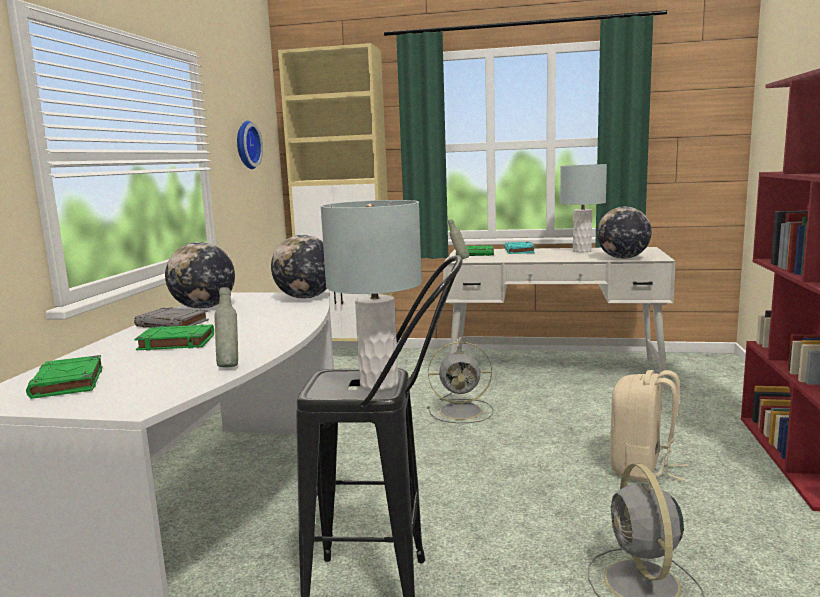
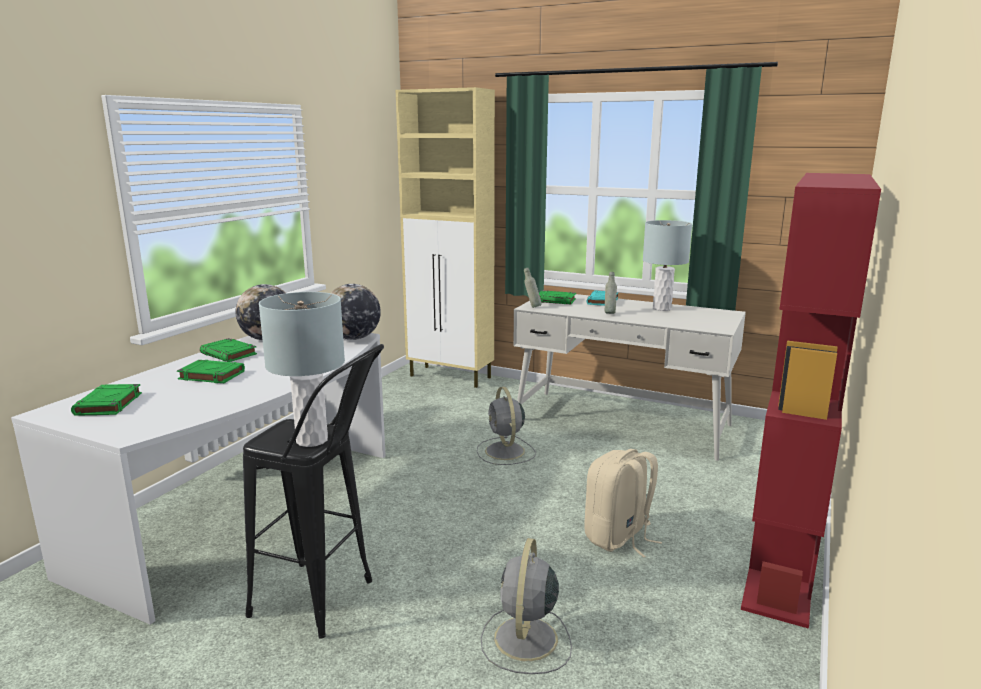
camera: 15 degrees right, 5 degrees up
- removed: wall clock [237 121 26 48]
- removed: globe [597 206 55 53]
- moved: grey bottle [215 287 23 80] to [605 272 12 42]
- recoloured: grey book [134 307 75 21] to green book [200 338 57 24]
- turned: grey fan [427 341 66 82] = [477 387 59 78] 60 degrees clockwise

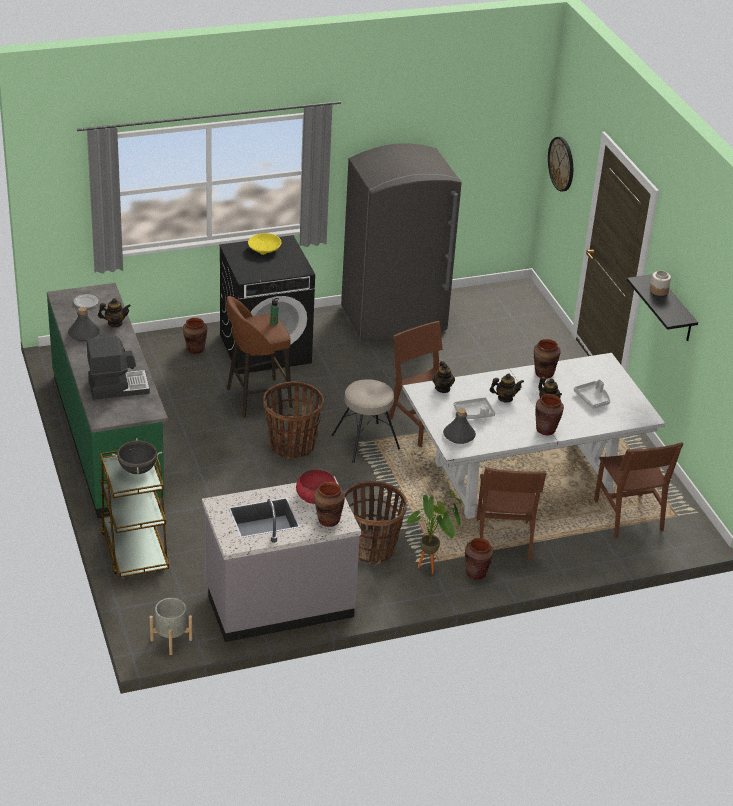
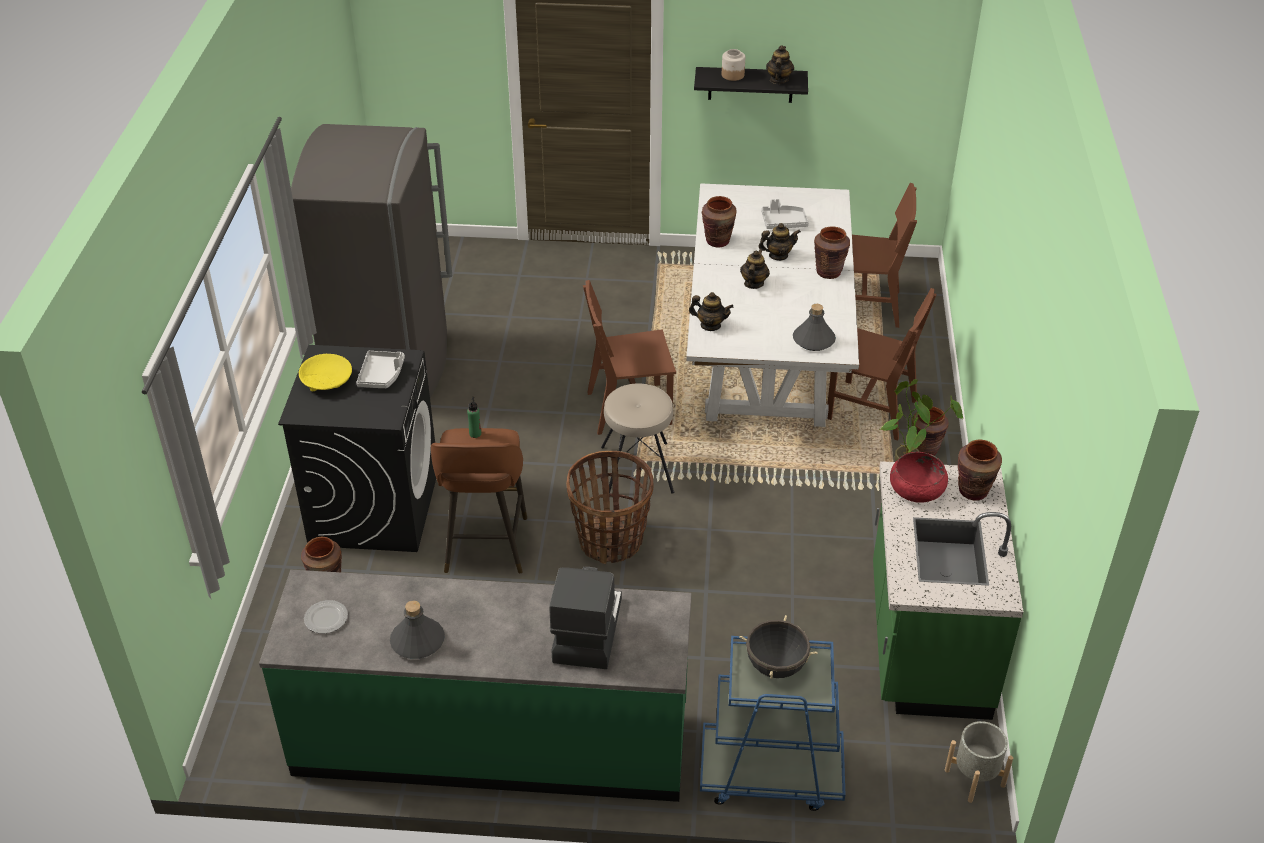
camera: 65 degrees left, 5 degrees up
- removed: basket [345 481 62 83]
- removed: wall clock [548 137 25 55]
- moved: teapot [98 298 33 29] to [766 45 28 39]
- moved: grey tray [454 397 41 22] to [356 351 49 37]
- recoloured: brown cart [100 450 70 128] to blue cart [700 636 146 175]
- recoloured: grey counter [202 476 159 166] to green counter [873 461 150 259]

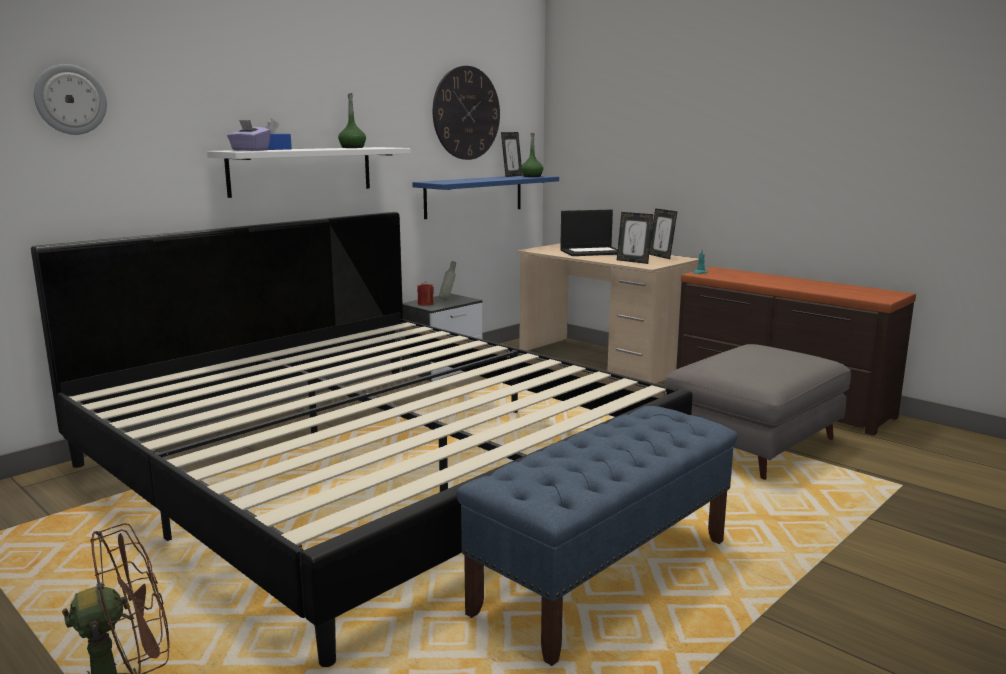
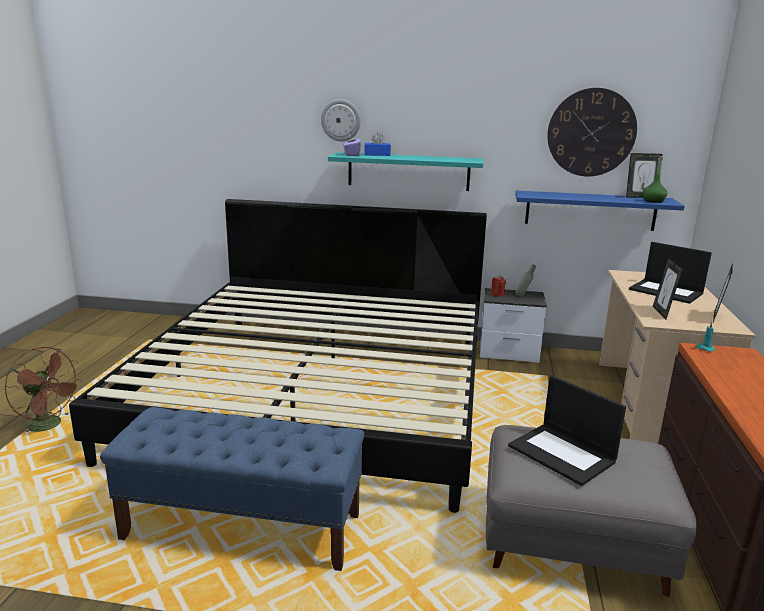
camera: 55 degrees right, 5 degrees up
- removed: green bottle [338 93 28 55]
- added: laptop [508 375 118 111]
- moved: wall clock [34 64 73 71] to [321 99 40 43]
- recoloured: white shelf [207 147 204 51] to turquoise shelf [328 152 156 39]

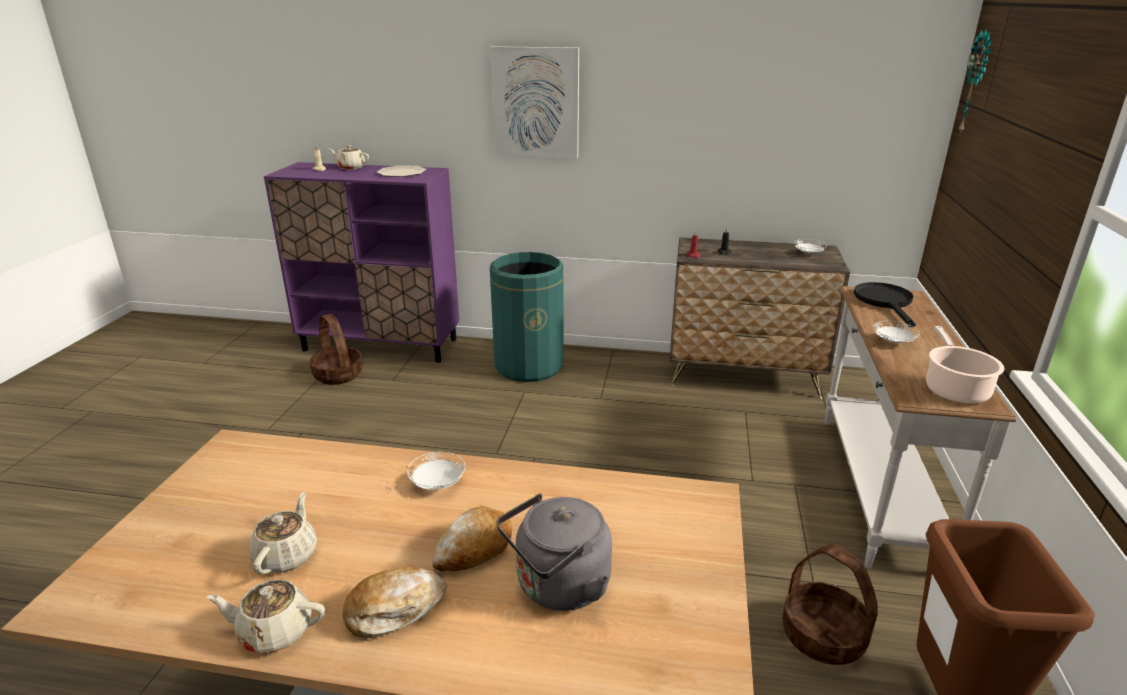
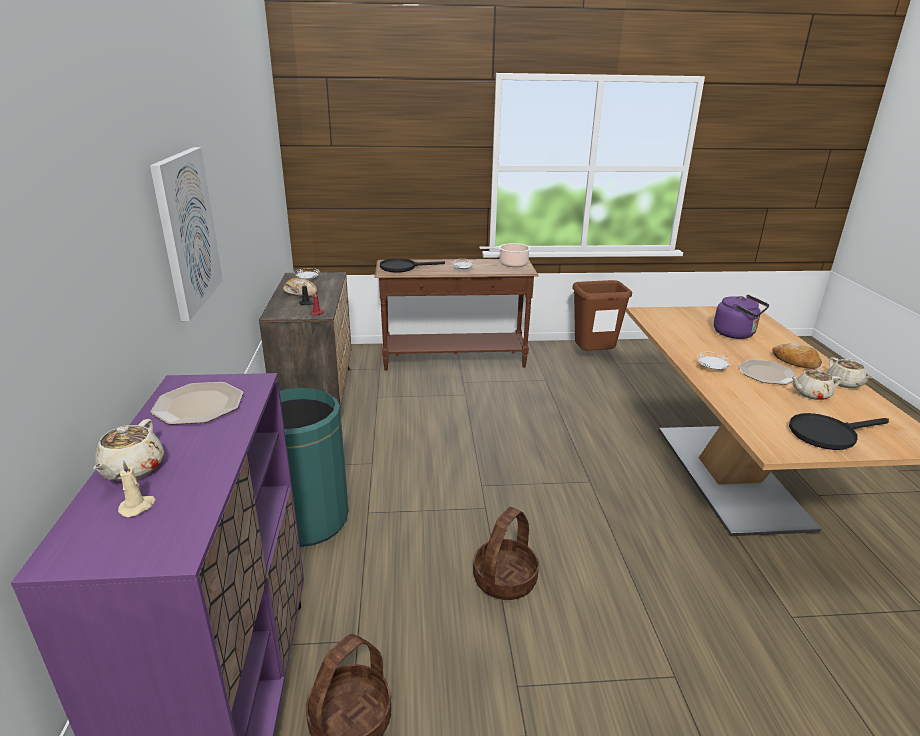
camera: 105 degrees left, 0 degrees up
- removed: wall clock [958 29 33 105]
- added: plate [738 360 60 25]
- added: black frying pan [789 413 100 37]
- moved: bread [432 505 80 67] to [283 278 34 19]
- moved: basket [782 544 96 121] to [473 507 66 93]
- recoloured: grey kettle [496 493 116 118] to purple kettle [714 294 55 45]
- recoloured: white console table [824 286 192 283] to brown console table [375 259 164 112]

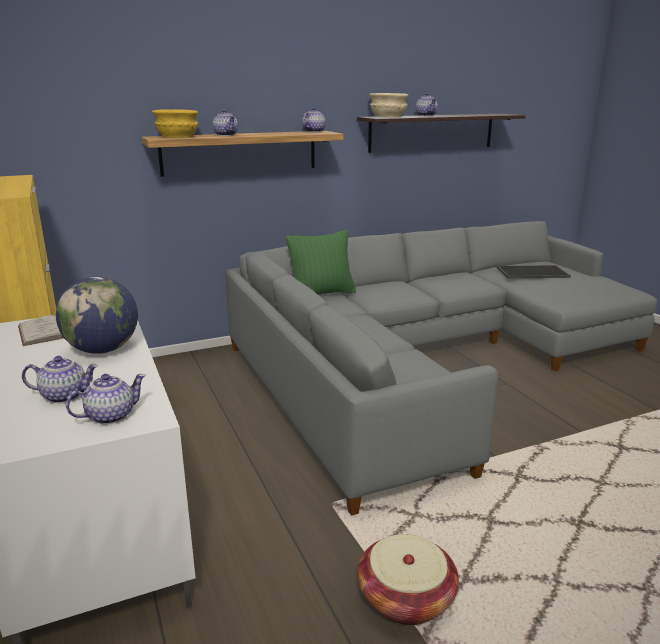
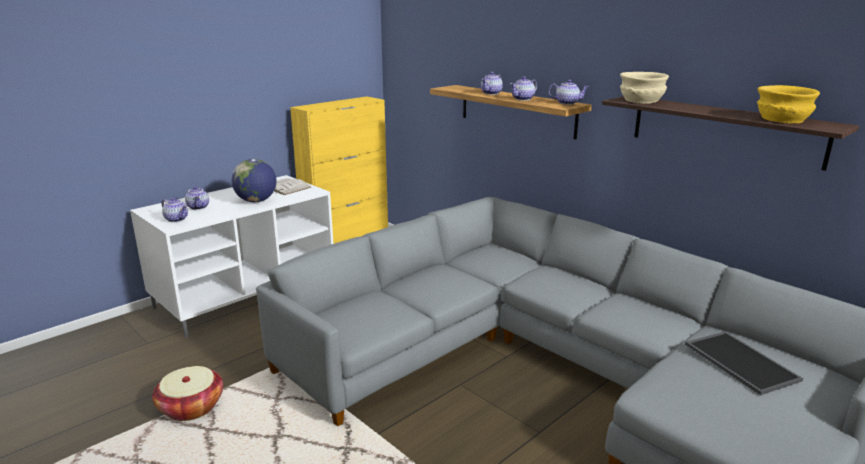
camera: 70 degrees right, 0 degrees up
- removed: green pillow [286 230 70 65]
- moved: yellow bowl [152 109 46 29] to [757 85 63 39]
- moved: teapot [416 93 22 23] to [510 76 27 25]

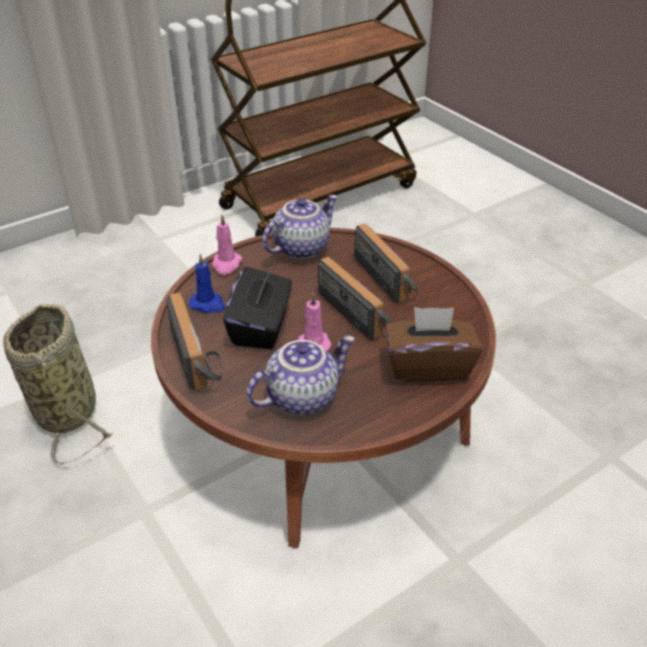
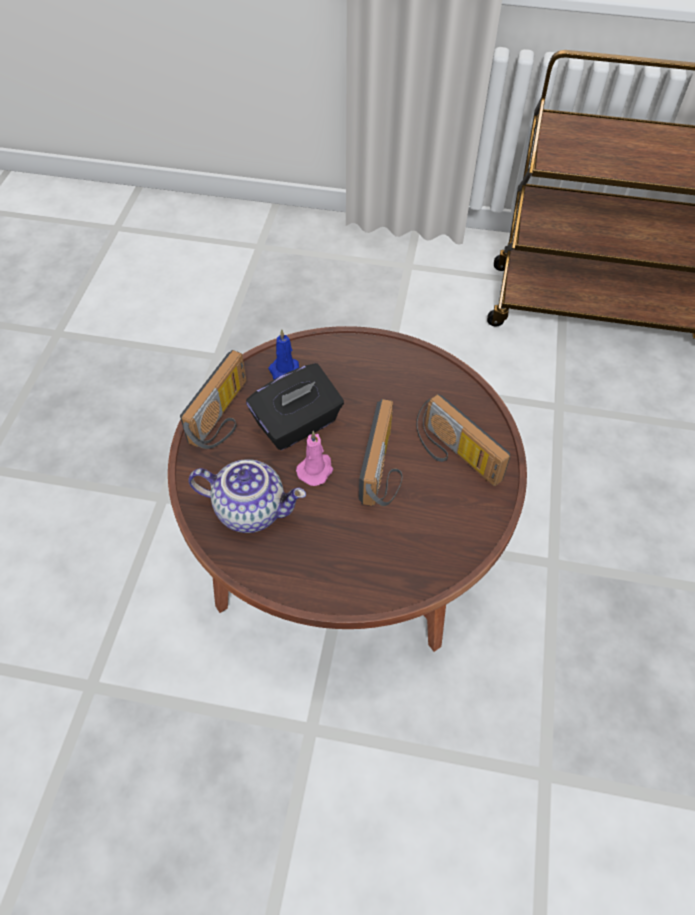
camera: 45 degrees right, 15 degrees up
- removed: basket [3 304 110 161]
- removed: pink candle [212 215 31 60]
- removed: teapot [262 195 76 64]
- removed: brown tissue box [385 307 98 75]
- turned: radio [354 224 64 80] = [416 394 95 92] 120 degrees clockwise

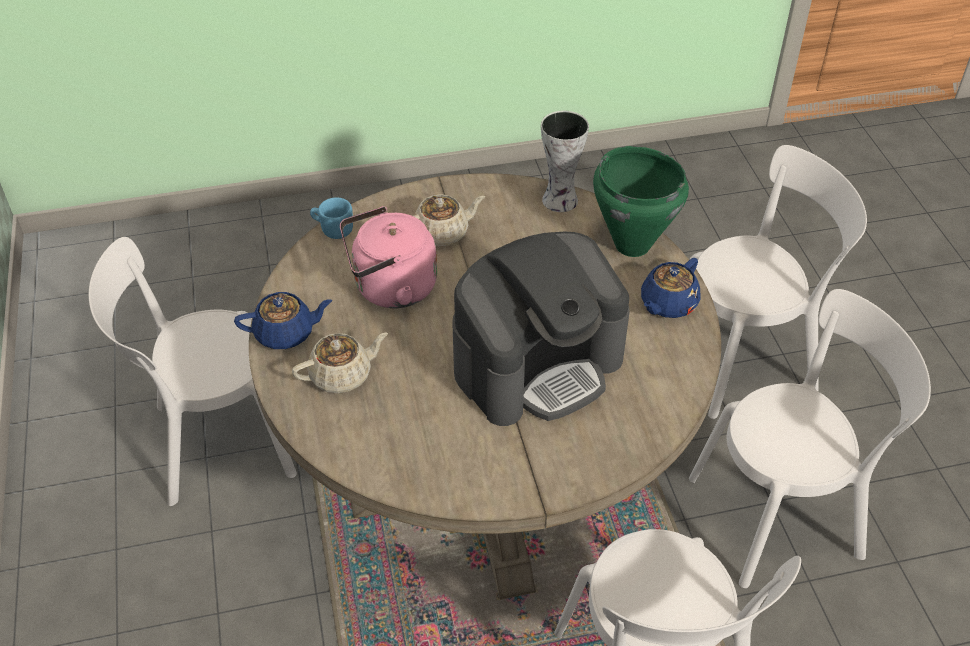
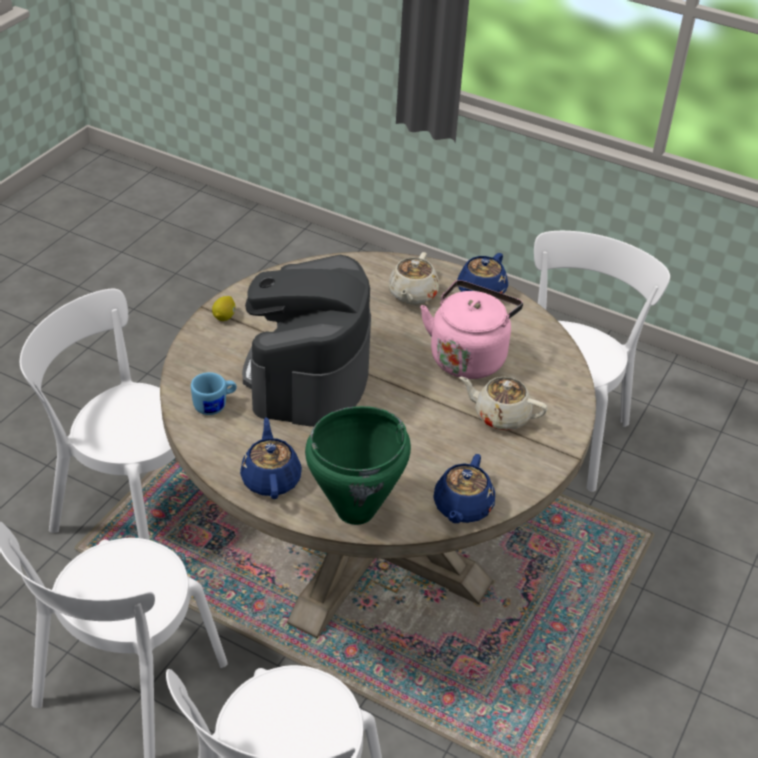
camera: 130 degrees right, 5 degrees down
- added: lemon [212 296 23 25]
- moved: blue mug [310 197 43 42] to [191 372 46 43]
- replaced: vase [541 111 48 101] to blue teapot [433 454 62 69]
- turned: beige teapot [413 194 72 53] = [459 377 88 53] 90 degrees clockwise

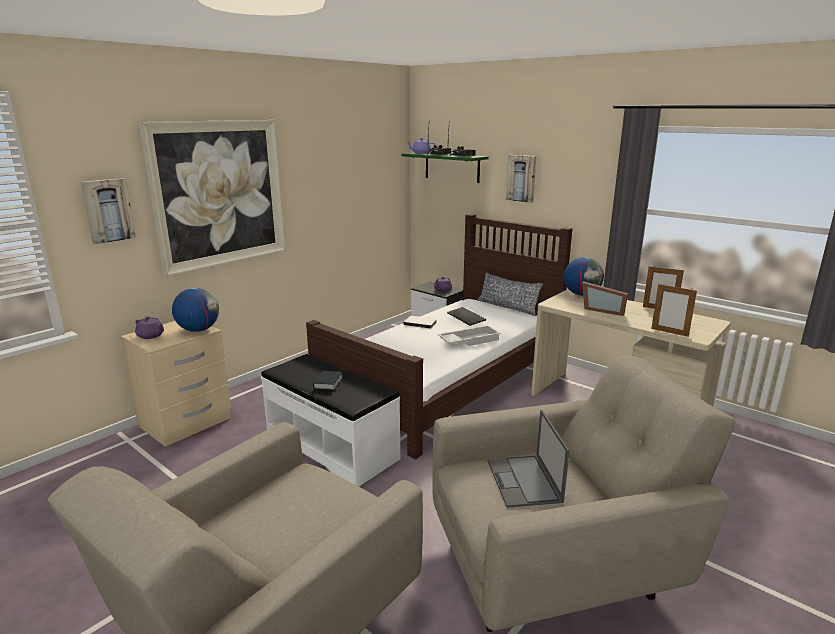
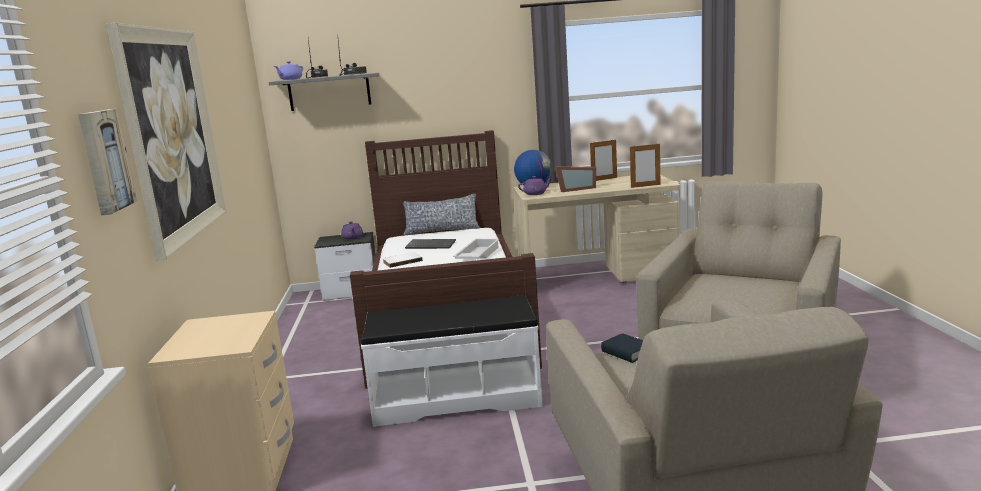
camera: 45 degrees left, 5 degrees down
- removed: globe [172 288 47 44]
- removed: laptop [487 410 83 98]
- removed: picture [506 155 30 48]
- moved: purple teapot [135 316 29 23] to [518 176 34 19]
- moved: book [313 371 30 19] to [601 333 42 30]
- recoloured: green shelf [402 153 87 30] to grey shelf [268 73 112 38]

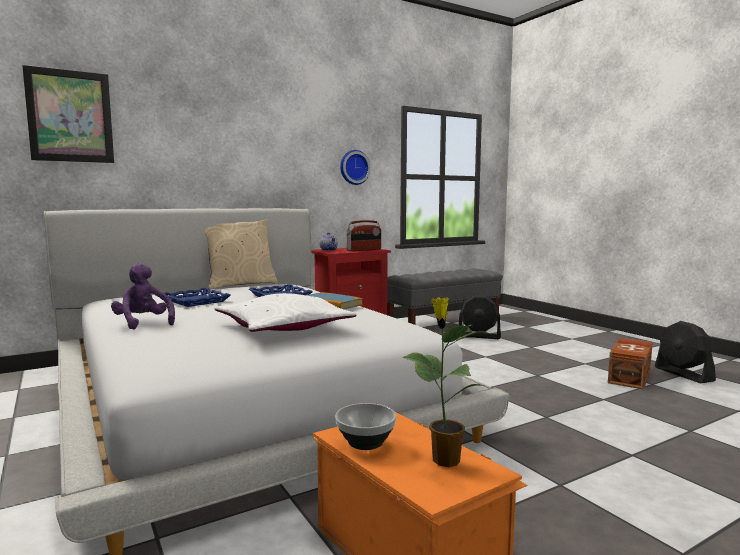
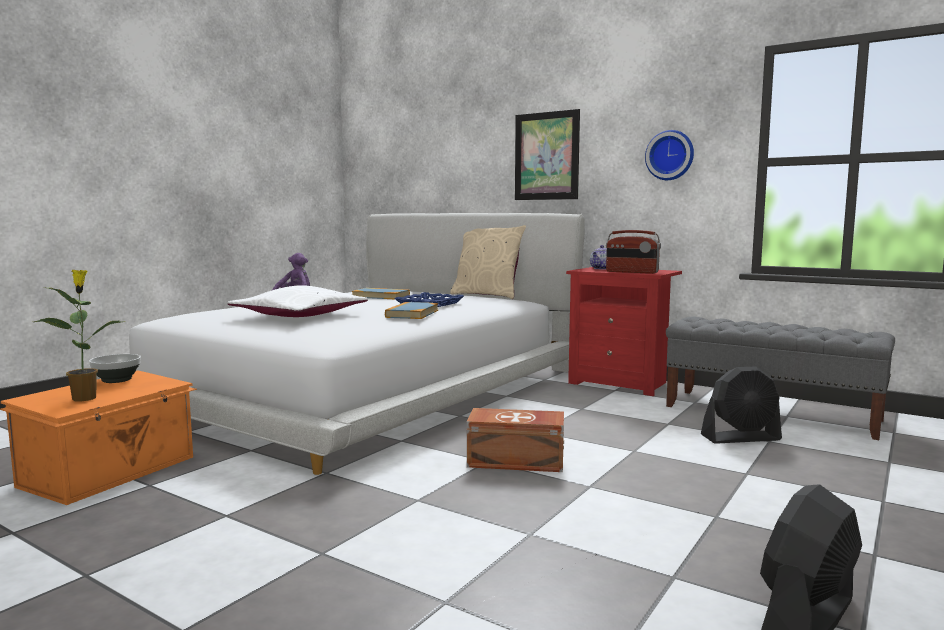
camera: 65 degrees right, 0 degrees up
- moved: picture [22 65 92 98] to [515 109 65 91]
- moved: brown storage box [608 338 45 52] to [467 408 97 64]
- replaced: blue tray [164 288 67 19] to book [352 288 58 11]
- turned: black fan [458 295 43 44] = [701 367 81 77] 90 degrees counterclockwise

